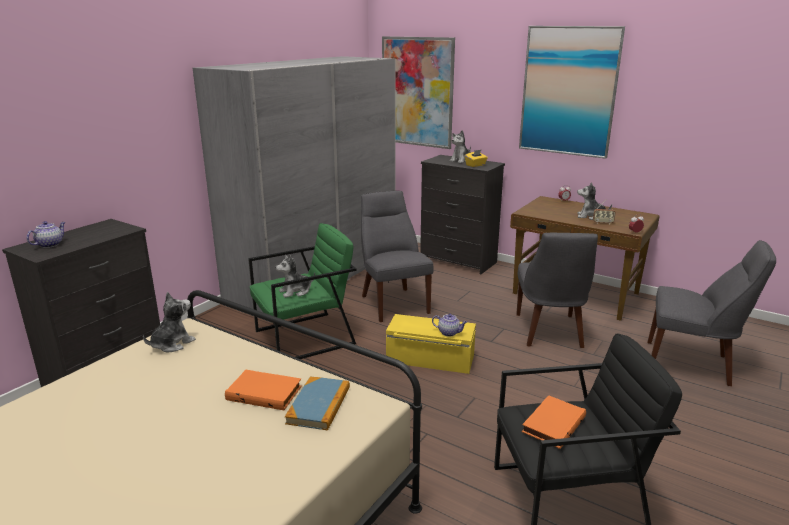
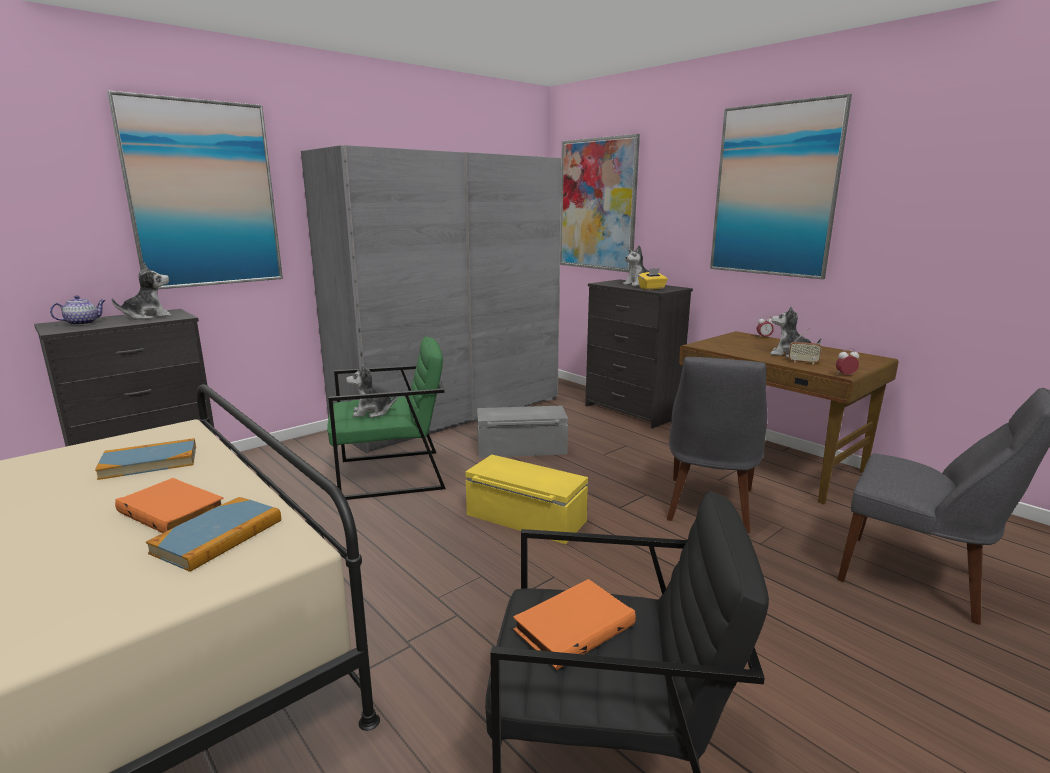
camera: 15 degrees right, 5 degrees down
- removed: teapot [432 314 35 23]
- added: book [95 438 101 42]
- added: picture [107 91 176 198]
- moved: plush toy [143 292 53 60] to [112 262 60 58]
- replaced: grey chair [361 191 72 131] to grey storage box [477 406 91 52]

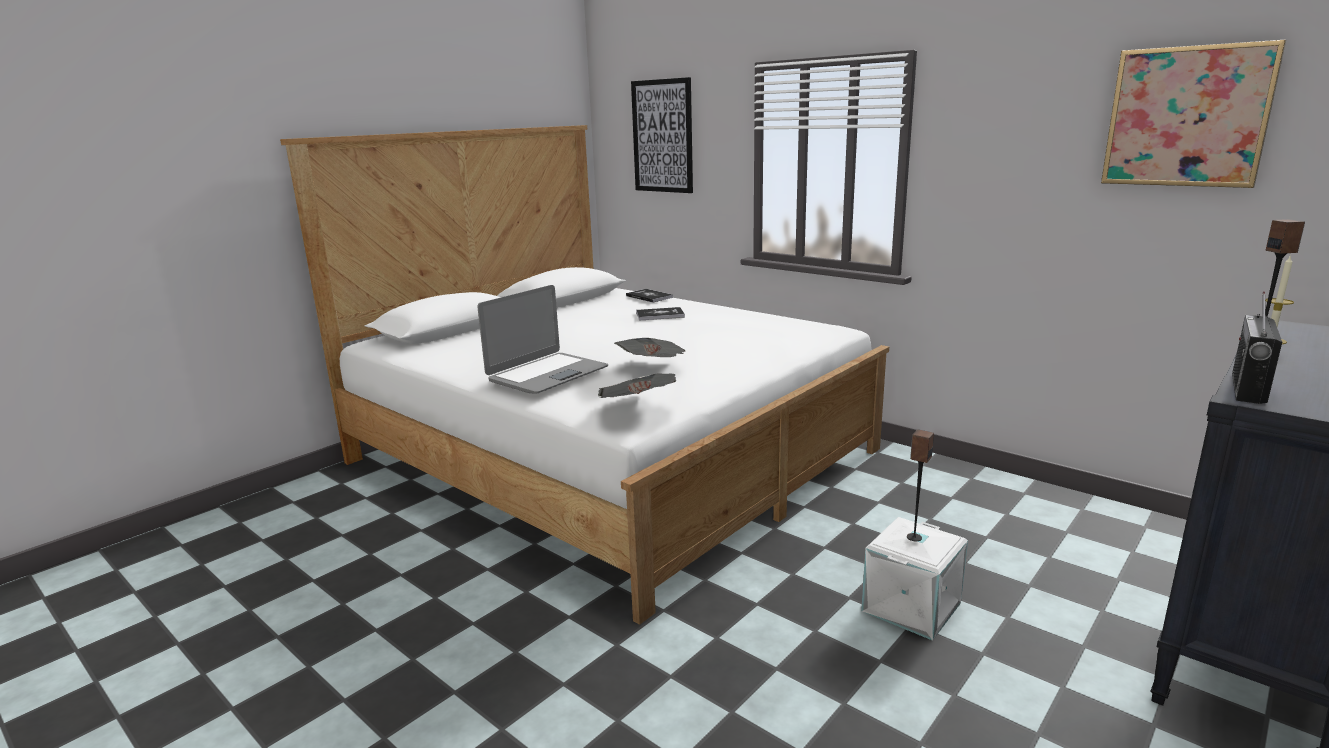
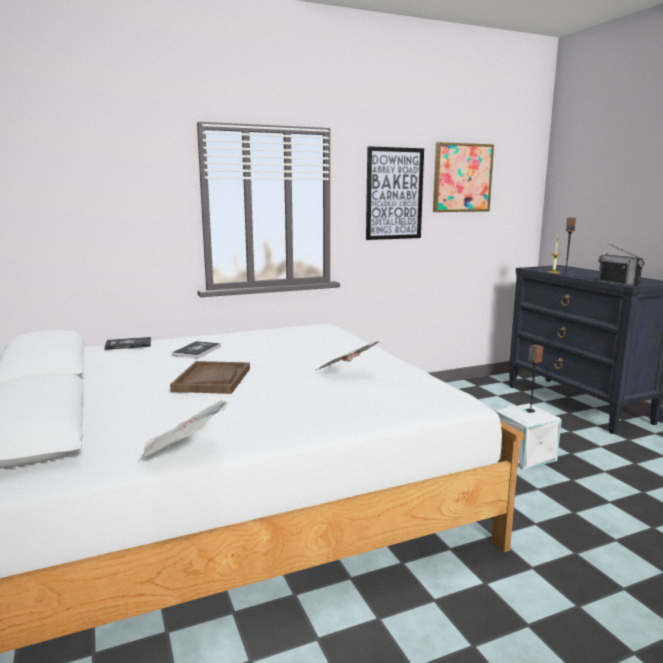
camera: 65 degrees left, 5 degrees down
- removed: laptop [477 285 131 109]
- added: brown tray [170 361 80 33]
- moved: newspaper [598 373 78 25] to [139 400 88 60]
- moved: picture [631 77 62 116] to [366 146 58 94]

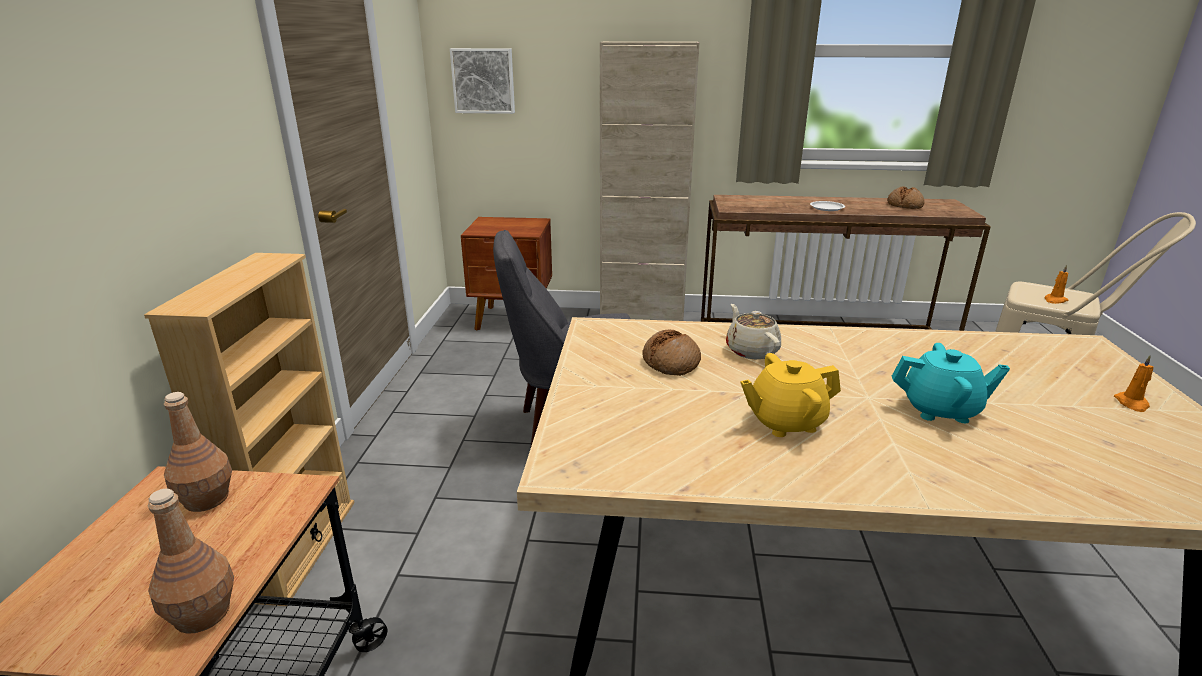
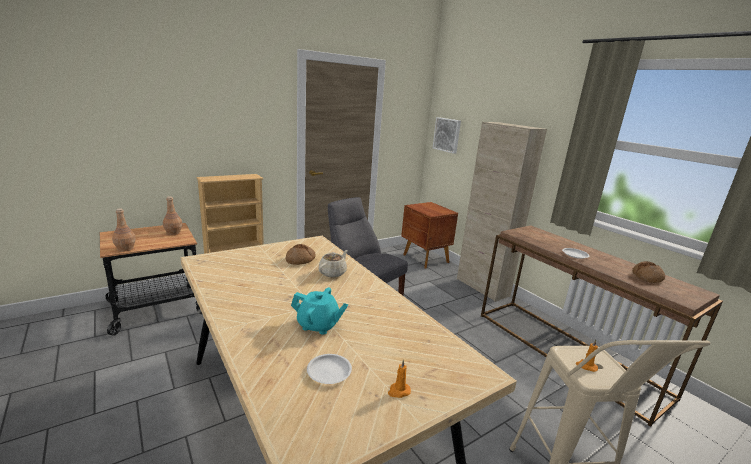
camera: 50 degrees right, 5 degrees down
- removed: yellow teapot [740 353 101 84]
- added: white plate [307 354 45 30]
- turned: turquoise teapot [892 343 118 80] = [291 287 57 48] 45 degrees counterclockwise

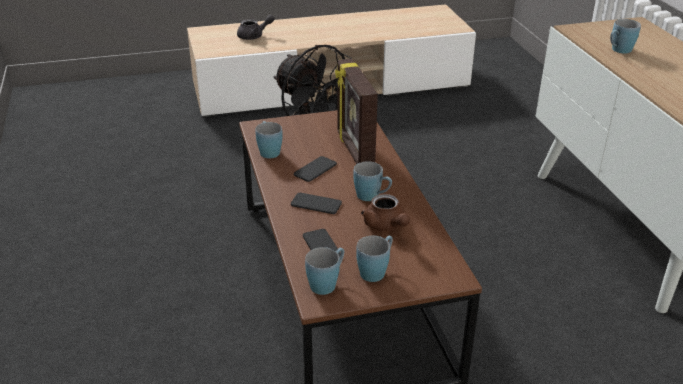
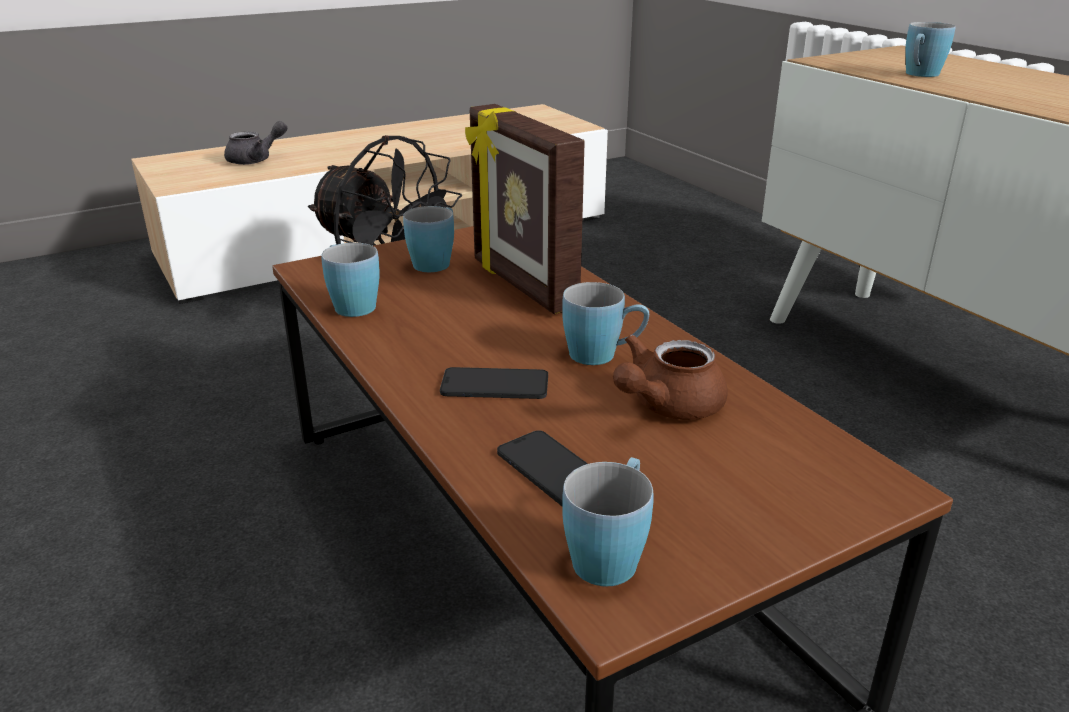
camera: 15 degrees left, 5 degrees down
- removed: phone [294 156 43 26]
- moved: blue mug [356 236 37 46] to [403 206 51 66]
- turned: brown teapot [361 194 49 37] = [613 334 115 86] 90 degrees clockwise

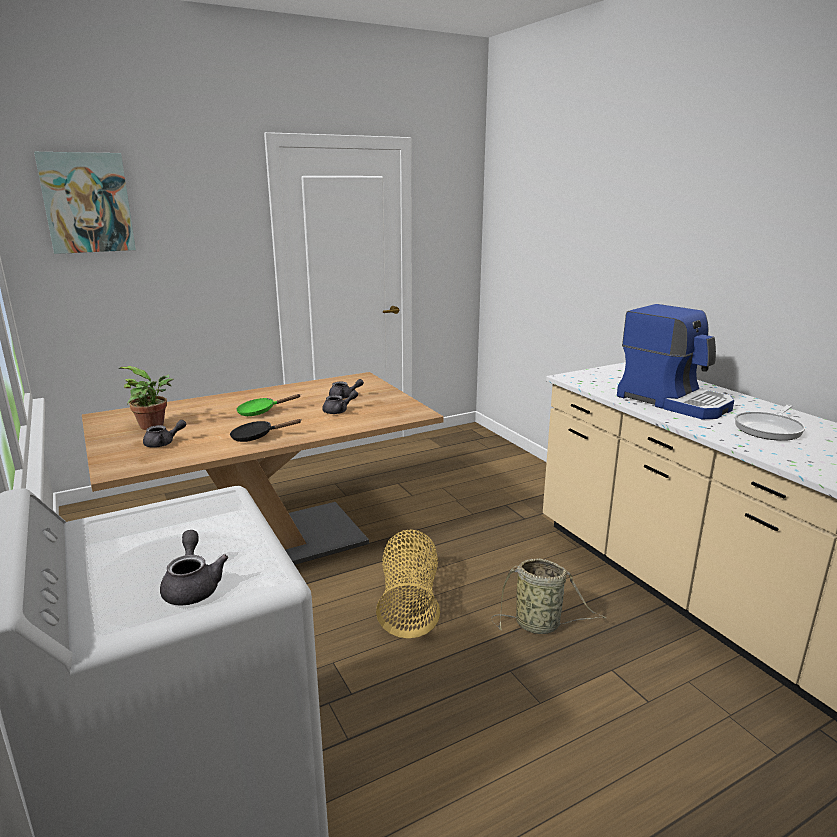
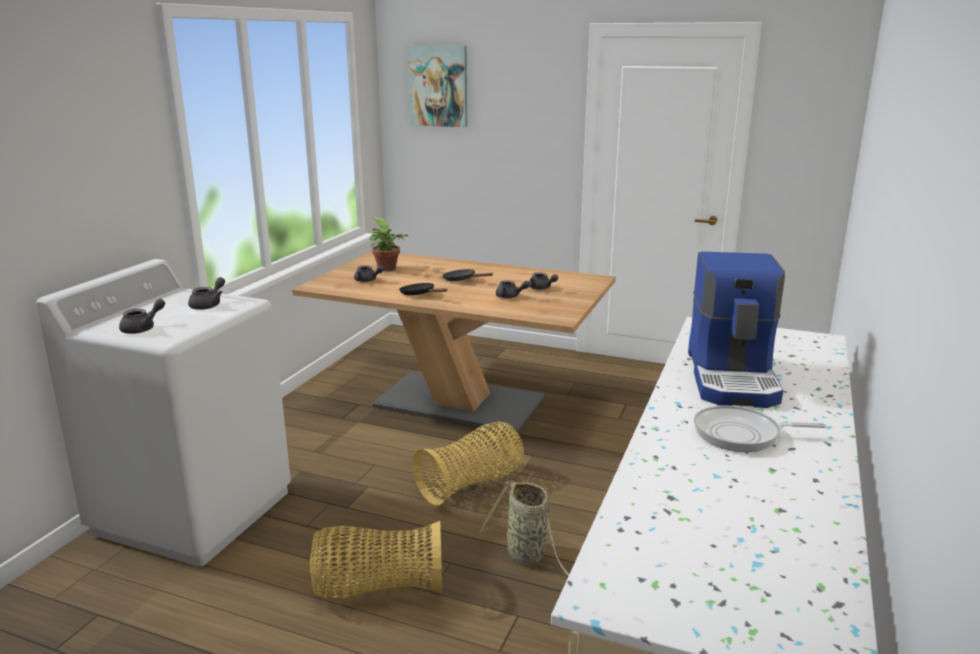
camera: 50 degrees right, 0 degrees up
- added: grey teapot [188 277 37 33]
- added: basket [309 521 133 77]
- recoloured: green frying pan [236 394 65 22] to black frying pan [442 269 51 12]

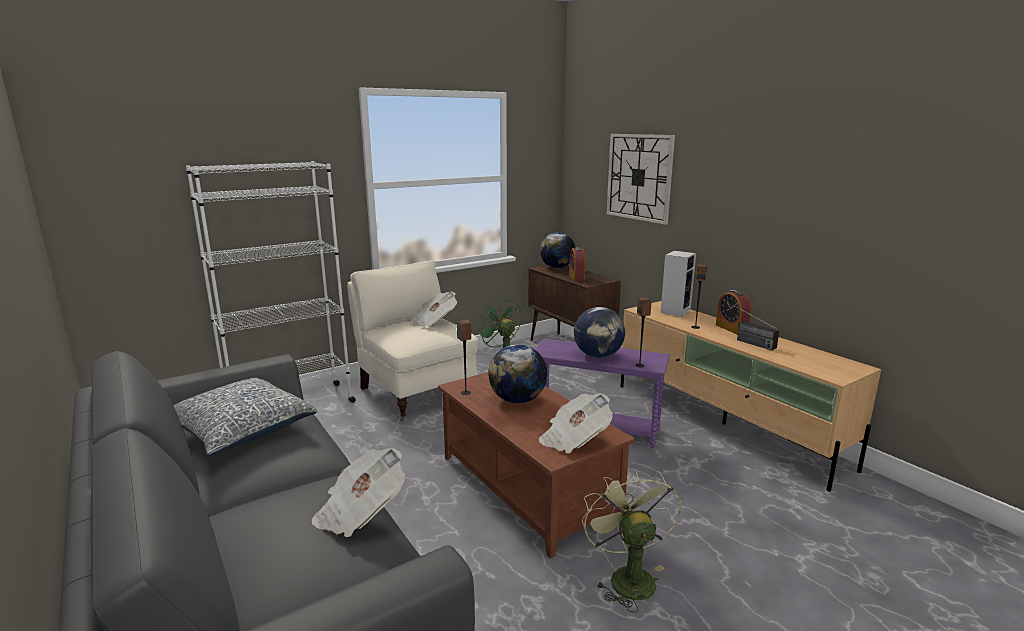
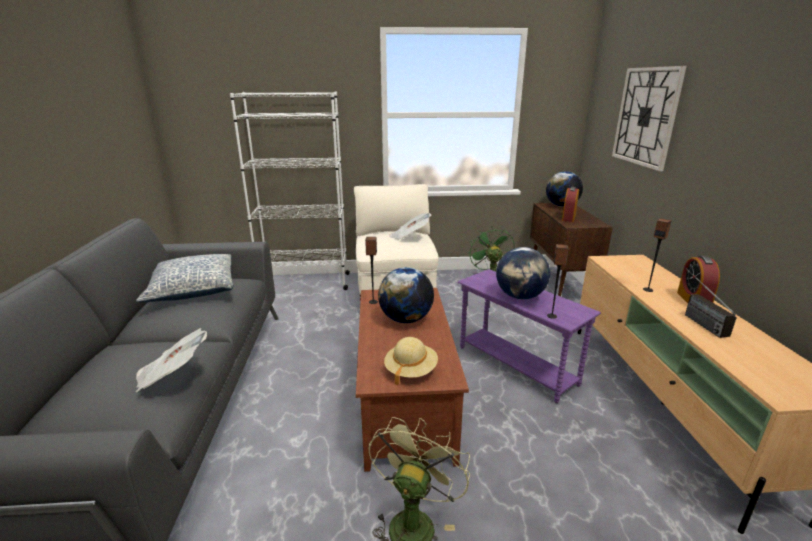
camera: 30 degrees right, 5 degrees up
- removed: speaker [661 251 35 66]
- replaced: newspaper [539 394 74 59] to beige hat [384 337 54 49]

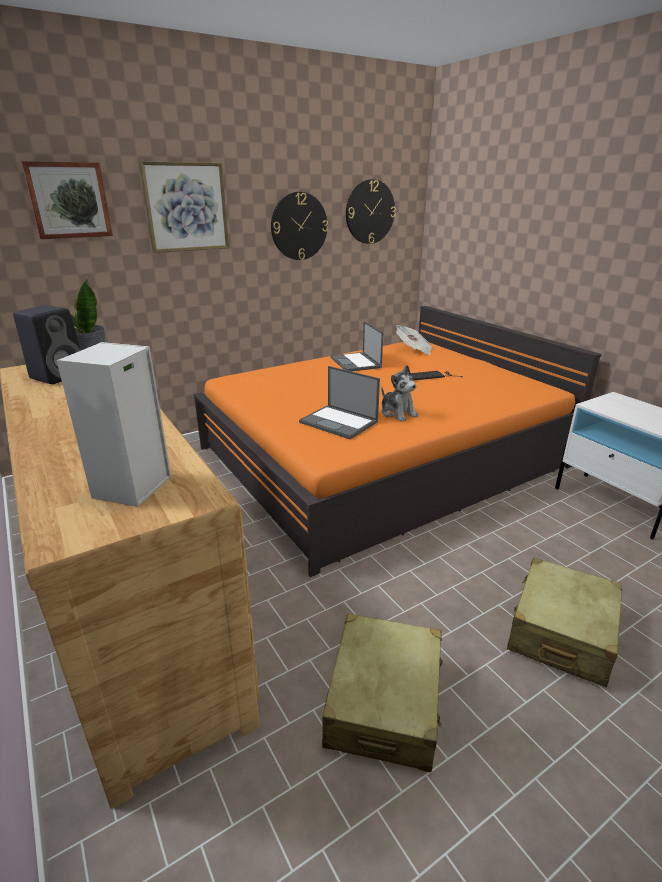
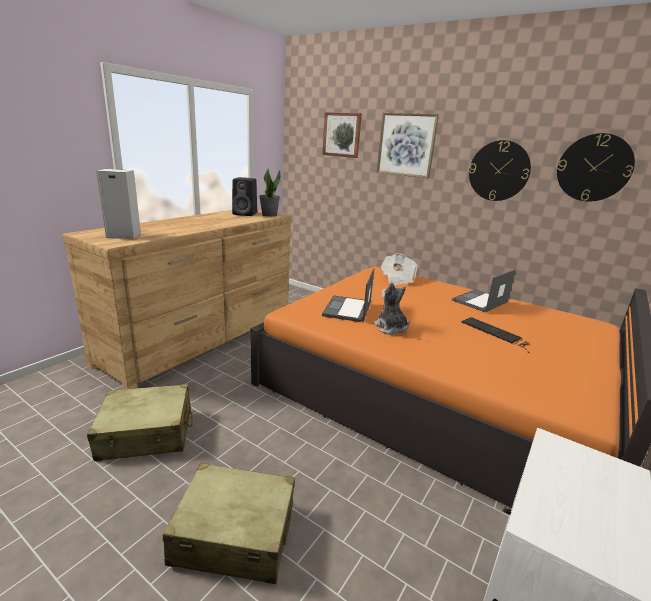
camera: 65 degrees right, 5 degrees down
- moved: newspaper [396 325 36 30] to [381 253 37 32]
- turned: plush toy [381 365 37 57] = [373 283 37 52] 120 degrees clockwise

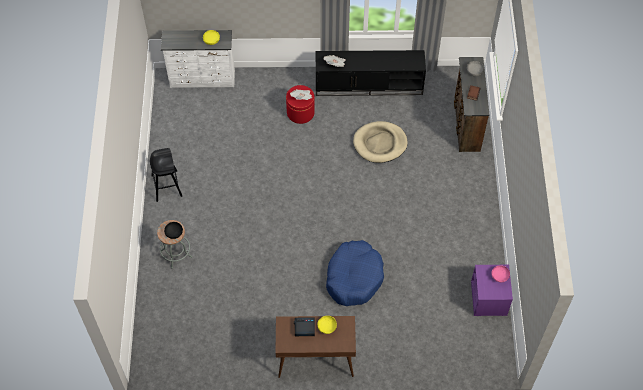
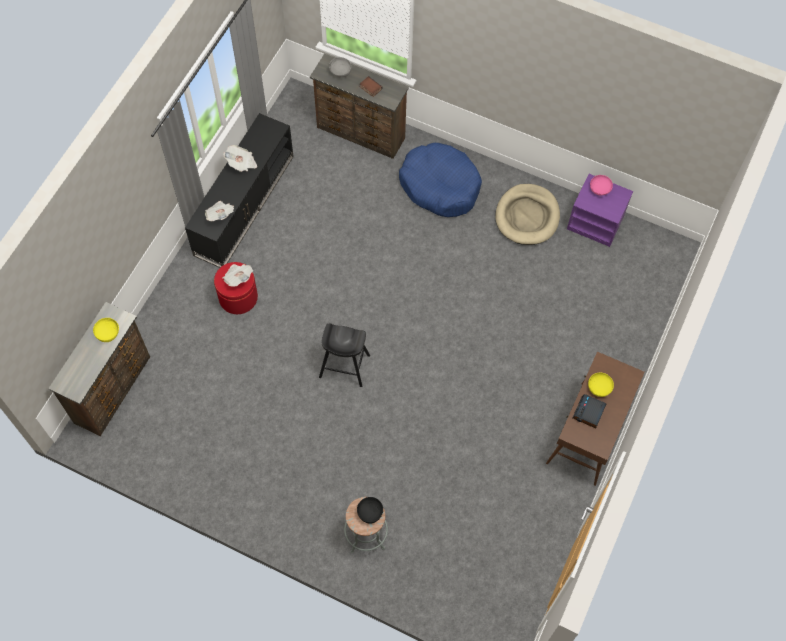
camera: 65 degrees left, 5 degrees up
- added: newspaper [223 145 35 27]
- moved: black stool [150 148 32 54] to [319 323 51 64]
- moved: blue dog bed [326 240 58 66] to [399 143 83 74]
- moved: beige dog bed [353 121 55 42] to [495 184 65 61]
- recoloured: white dresser [161 30 74 58] to brown dresser [48 302 102 134]

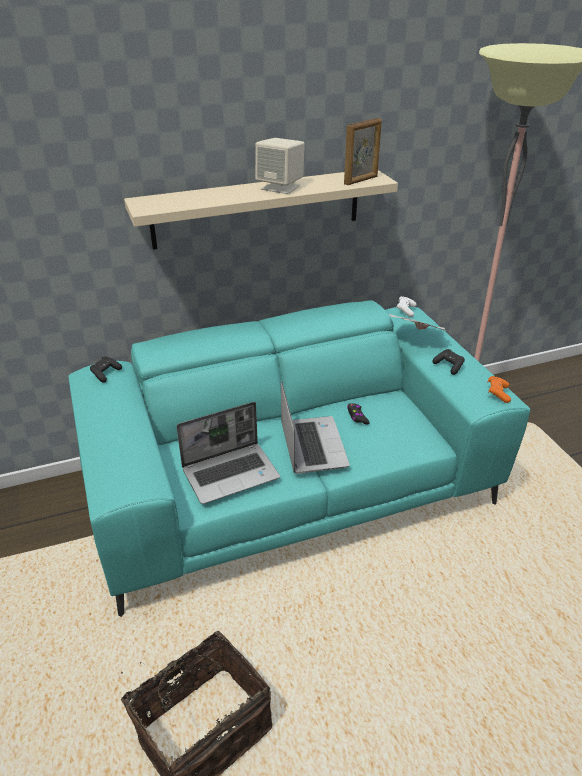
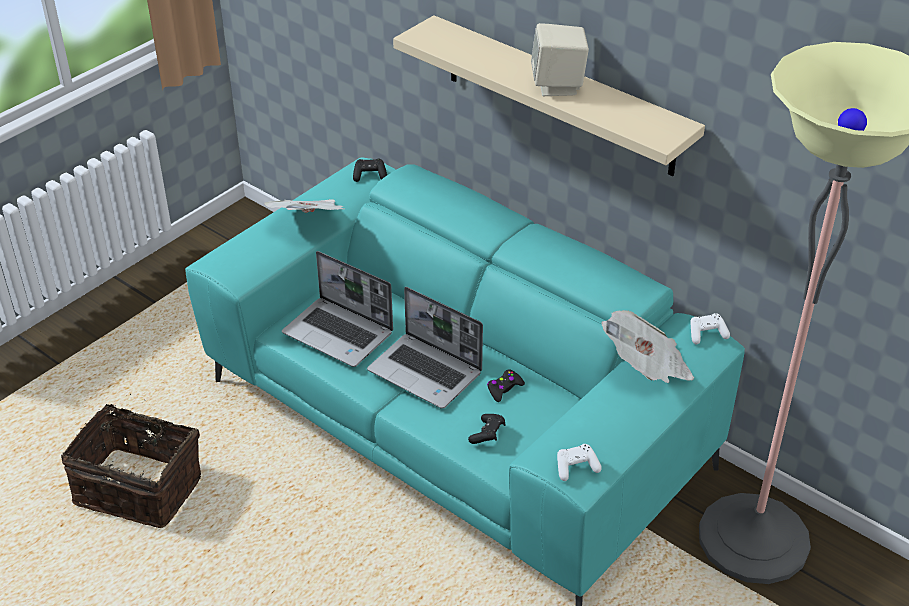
camera: 60 degrees right, 5 degrees up
- removed: picture frame [344 118 38 67]
- added: newspaper [265 199 79 14]
- moved: black game controller [433 349 32 26] to [468 414 37 30]
- recoloured: orange game controller [487 376 24 27] to white game controller [557 444 45 37]
- turned: laptop [281 381 69 93] = [367 287 116 122] 75 degrees clockwise

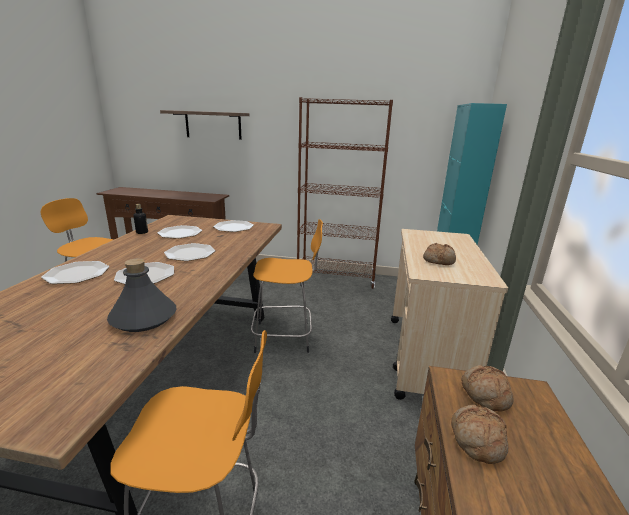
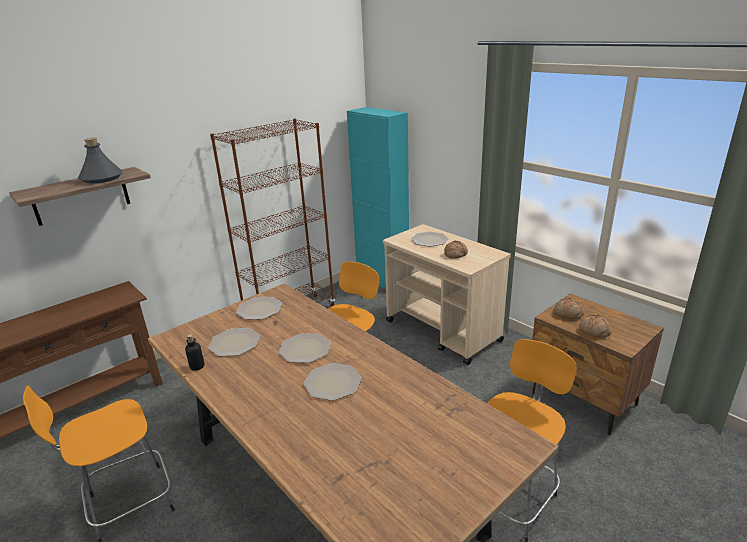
camera: 50 degrees left, 5 degrees up
- moved: plate [41 261 68 23] to [411 232 38 15]
- moved: grey bottle [107 258 70 74] to [78 138 45 46]

